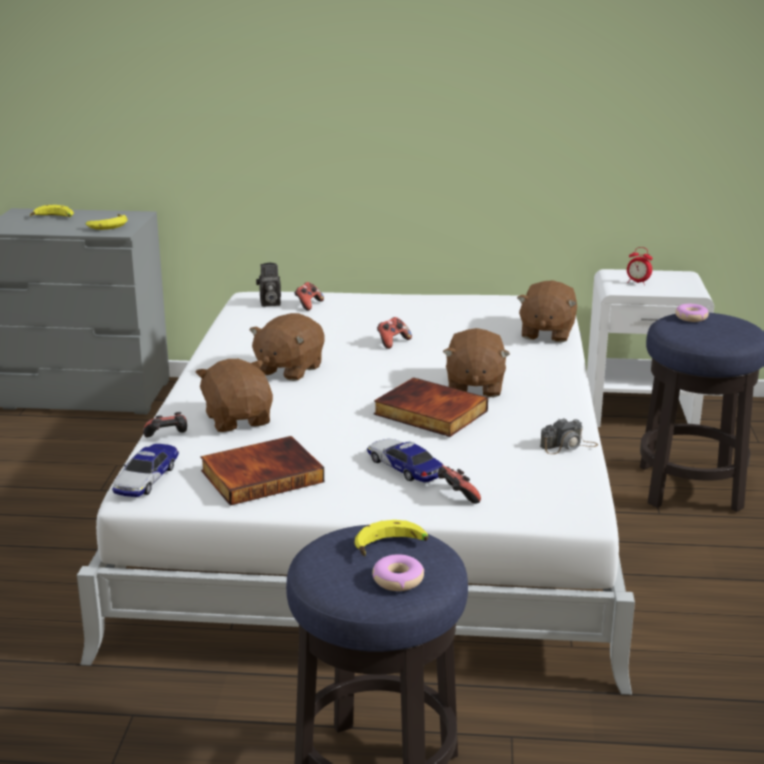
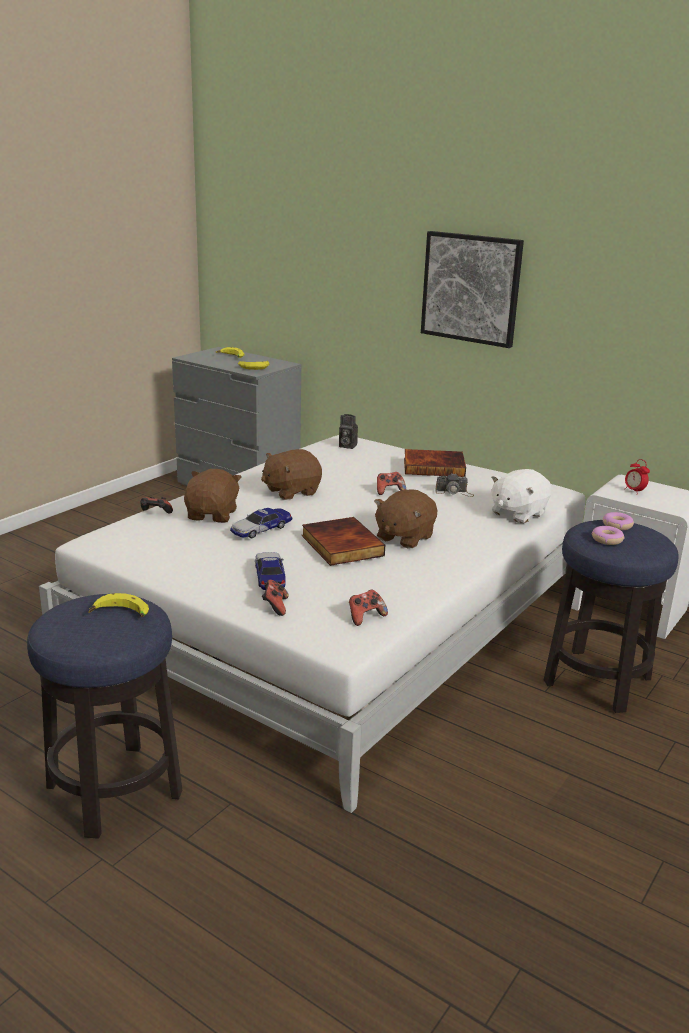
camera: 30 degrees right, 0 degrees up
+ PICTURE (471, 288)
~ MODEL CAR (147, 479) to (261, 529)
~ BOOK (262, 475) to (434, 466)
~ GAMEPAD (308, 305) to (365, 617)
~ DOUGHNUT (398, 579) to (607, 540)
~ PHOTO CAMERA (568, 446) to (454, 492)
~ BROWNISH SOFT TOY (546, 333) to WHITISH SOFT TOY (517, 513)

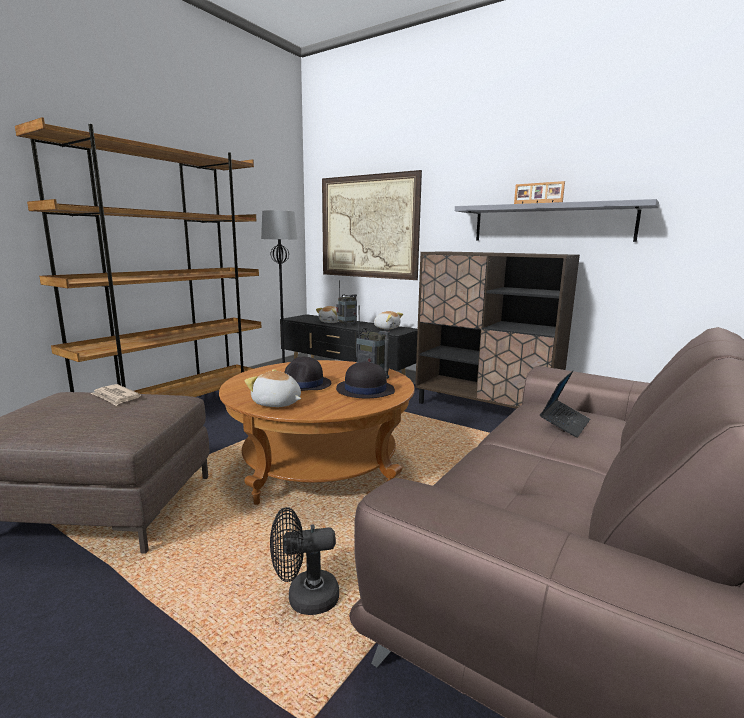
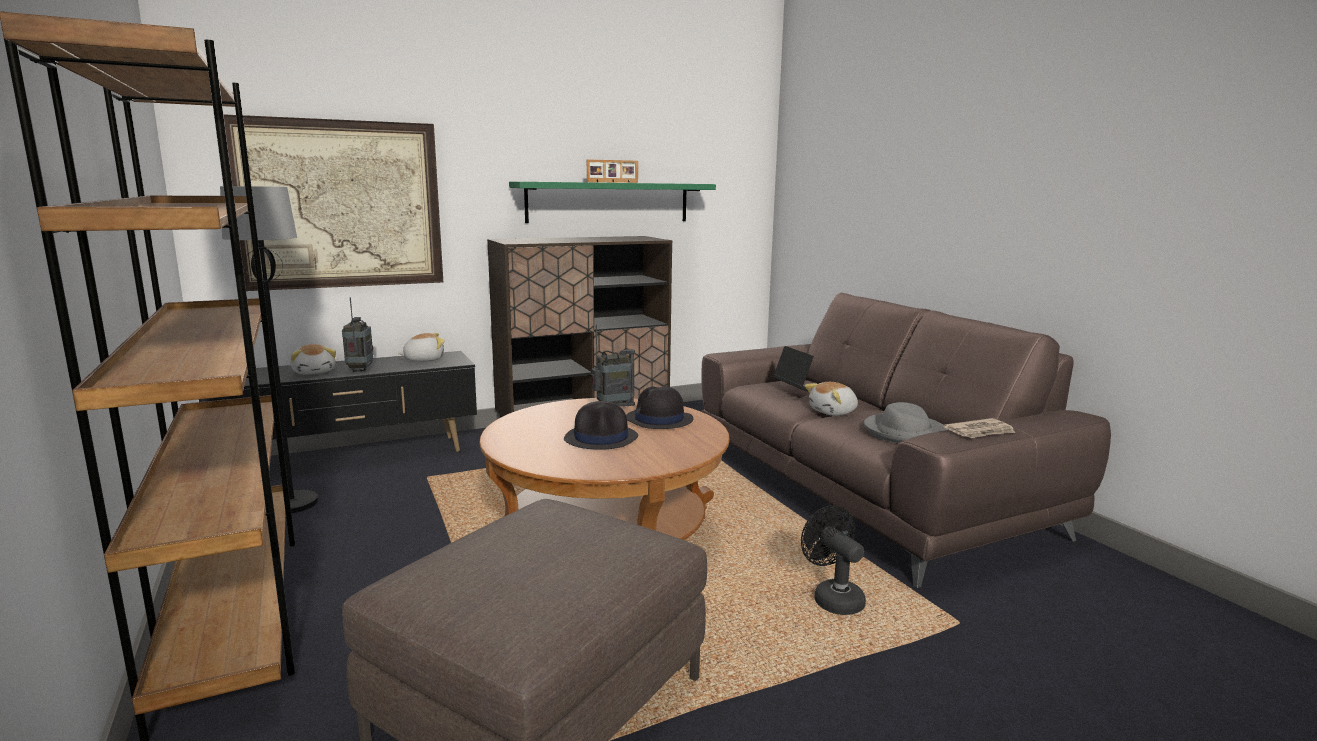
camera: 60 degrees left, 0 degrees up
+ GREYISH CLOTHING HAT (904, 432)
~ PRINTED PAPER (116, 397) to (980, 432)
~ SOFT TOY (276, 403) to (833, 412)
~ GREYISH WALL SHELF (551, 223) to GREEN WALL SHELF (609, 202)
~ BLACK-COLOURED COOLING FAN (304, 598) = (833, 598) 135 degrees clockwise

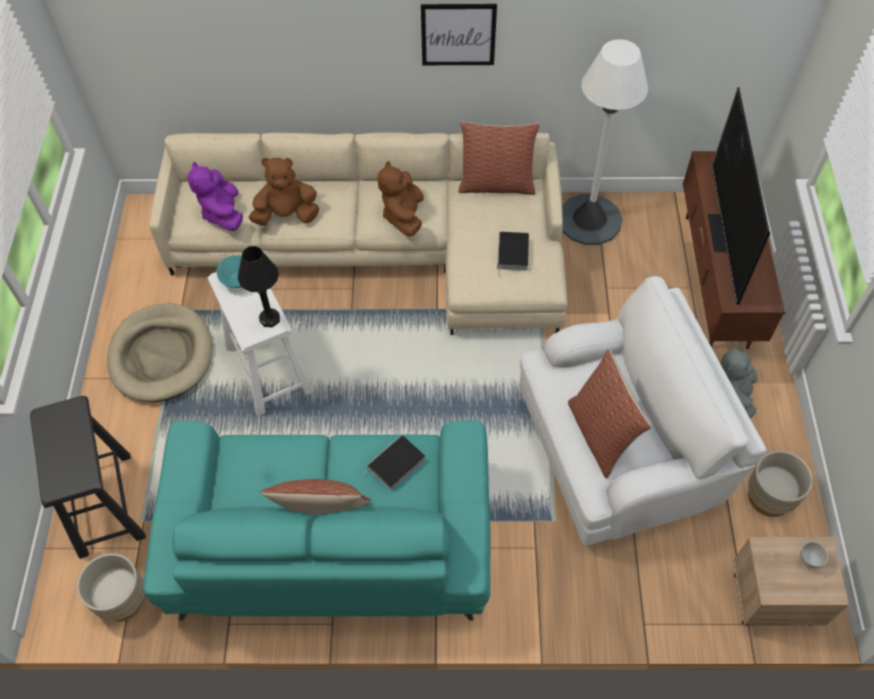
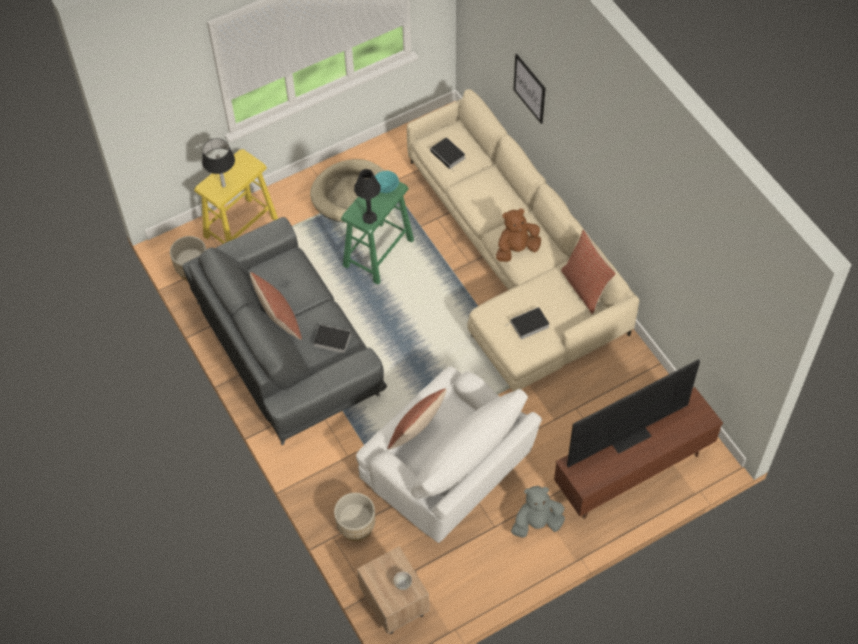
camera: 60 degrees right, 0 degrees up
- BROWNISH SOFT TOY (287, 215)
- WHITISH STANDARD LAMP (589, 220)
+ BLACK-COLOURED TABLETOP LAMP (224, 185)
~ PICTURE (458, 34) to (529, 88)
~ SAND-COLOURED PLANT POT (769, 497) to (356, 527)
~ PURPLISH SOFT TOY (223, 213) to BOOK (448, 155)
~ BLACK-COLOURED STOOL SEAT (105, 503) to YELLOW-COLOURED STOOL SEAT (241, 227)
~ TURQUOISE SETTEE (330, 540) to GREYISH SETTEE (287, 347)
~ WHITISH STOOL SEAT (269, 370) to GREEN STOOL SEAT (378, 253)

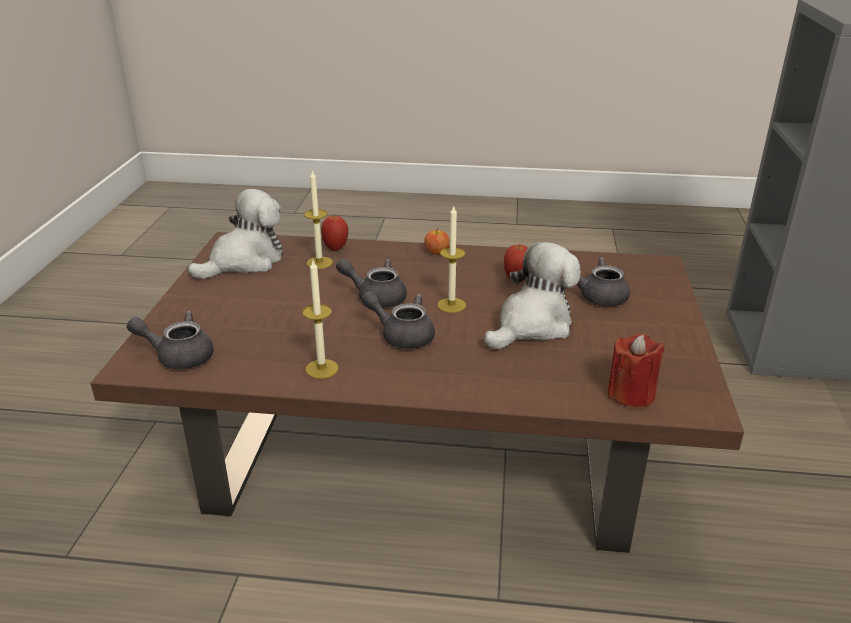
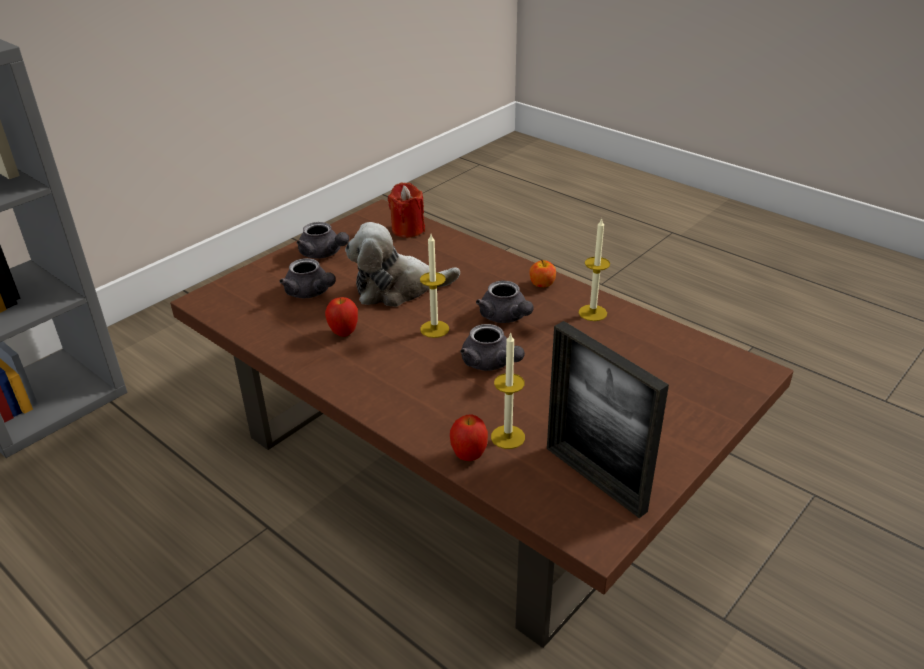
camera: 145 degrees left, 5 degrees up
~ GREYISH TEAPOT (178, 356) to (323, 254)
~ APPLE (436, 252) to (542, 284)
~ SOFT TOY (245, 261) to PHOTO FRAME (595, 479)

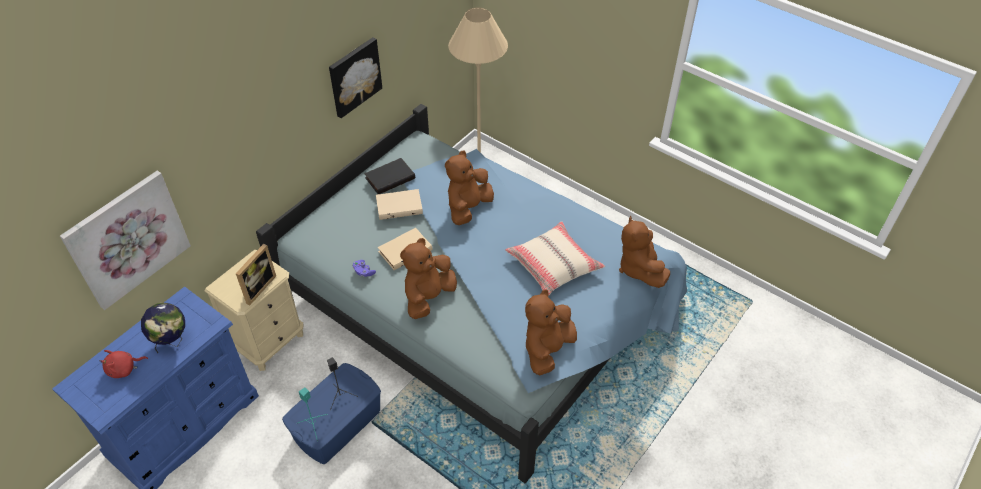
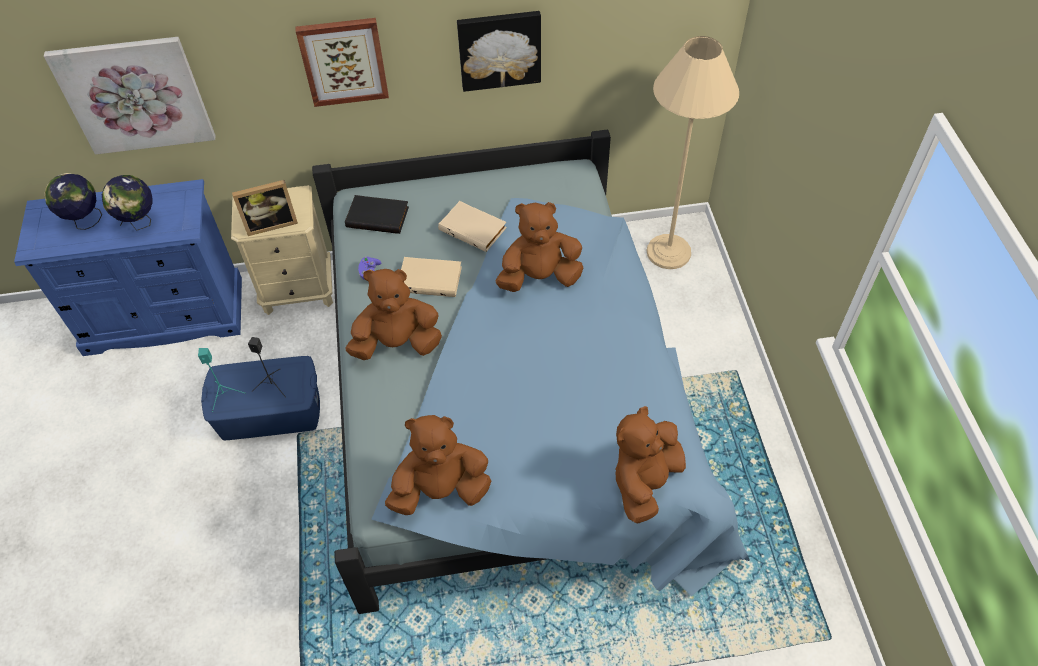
camera: 45 degrees right, 5 degrees up
- SAND-COLOURED PILLOW (554, 265)
+ PICTURE (343, 61)
~ BLACK-COLOURED BOOK (390, 177) to (378, 216)
~ REDDISH SOFT TOY (124, 369) to GLOBE (85, 221)

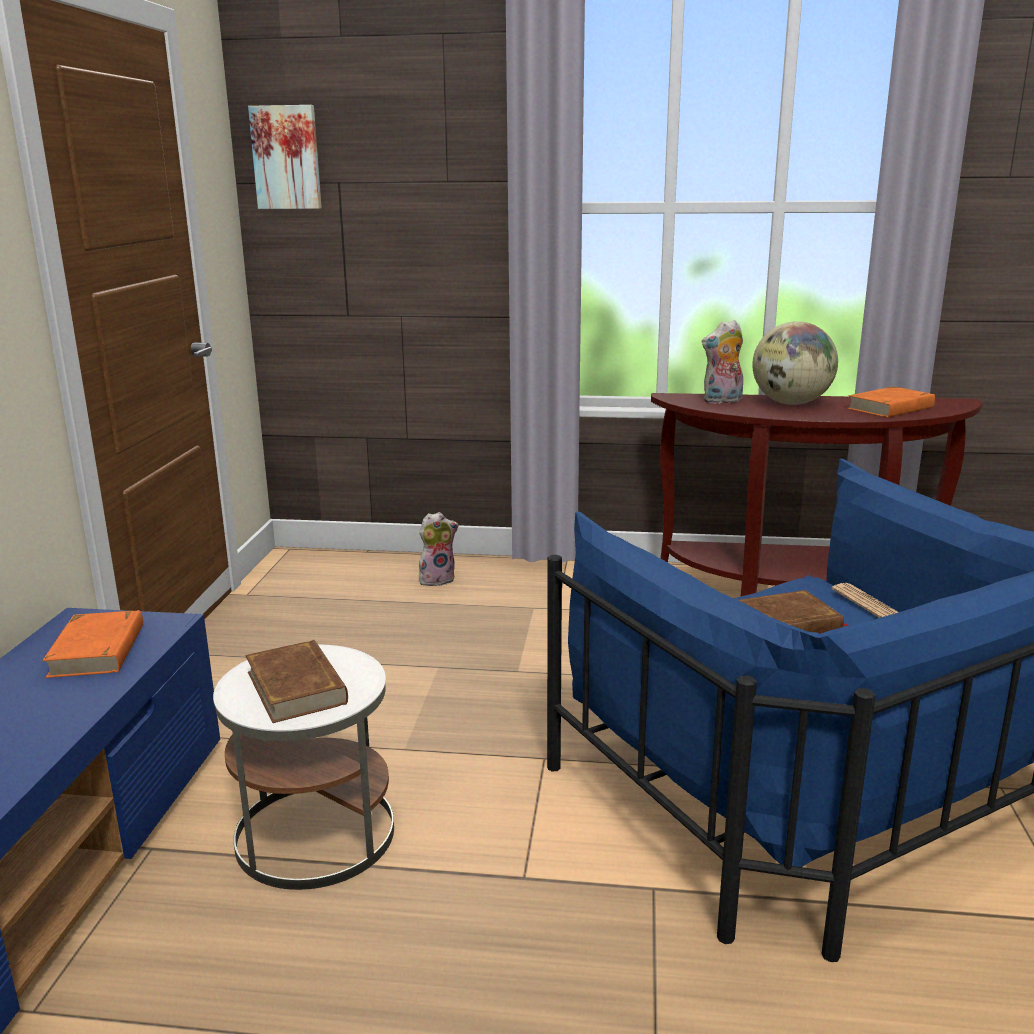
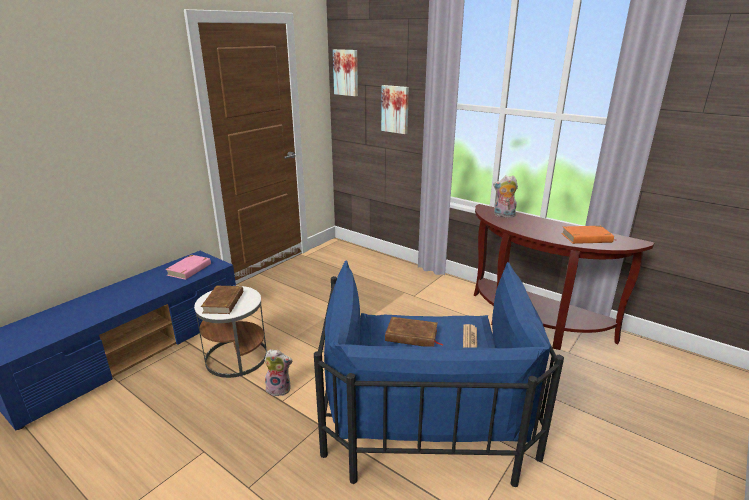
camera: 30 degrees right, 5 degrees up
- GLOBE (790, 403)
+ PICTURE (395, 109)
~ SOFT TOY (437, 579) to (279, 388)
~ ORANGE-COLOURED BOOK (98, 650) to PINK-COLOURED BOOK (189, 269)

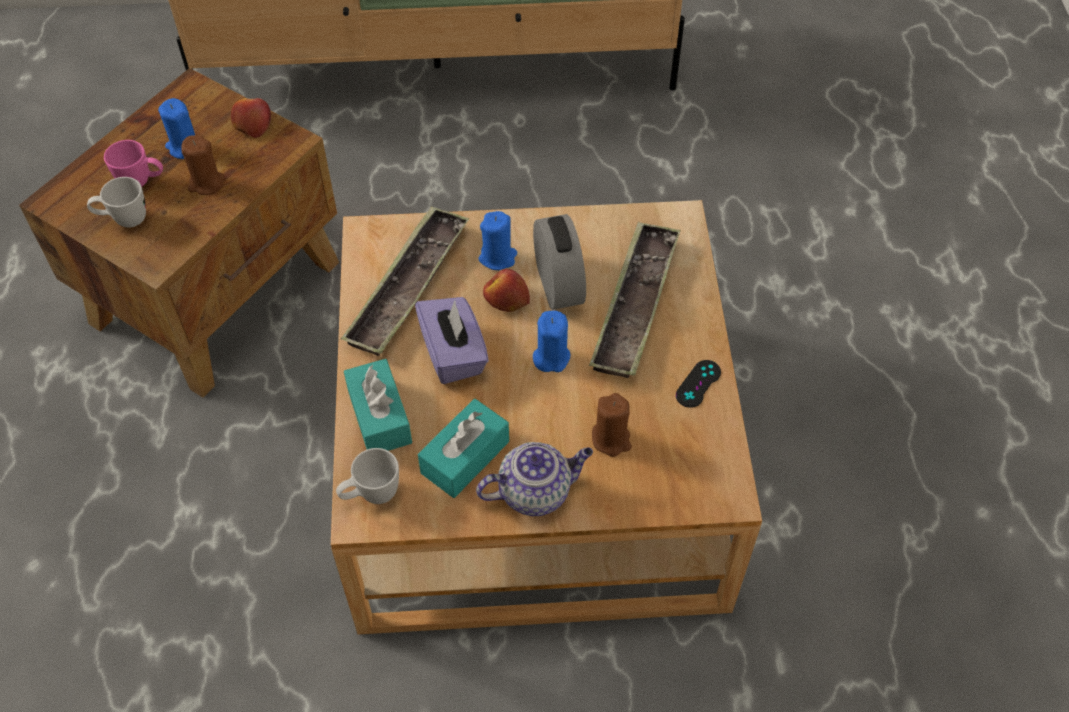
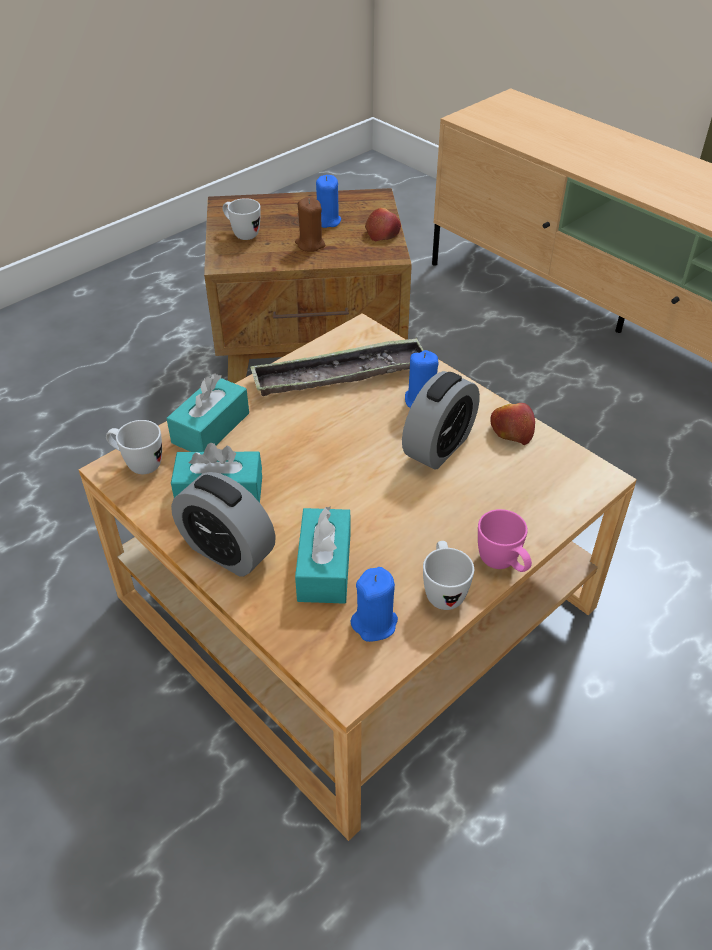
camera: 50 degrees right, 10 degrees down
- PURPLISH TISSUE HOLDER (453, 354)
- TRAY (635, 305)
~ PINK-COLOURED TEA MUG (142, 182) to (503, 565)
~ APPLE (506, 299) to (511, 431)
~ BLUE-COLOURED WAX LIGHT (551, 357) to (374, 623)
~ TEAPOT (536, 491) to TABLE CLOCK (227, 551)
~ BROWNISH WAX LIGHT (611, 439) to TURQUOISE TISSUE HOLDER (324, 567)
~ BLACK-COLOURED GAMEPAD (698, 384) to WHITISH TEA MUG (443, 591)

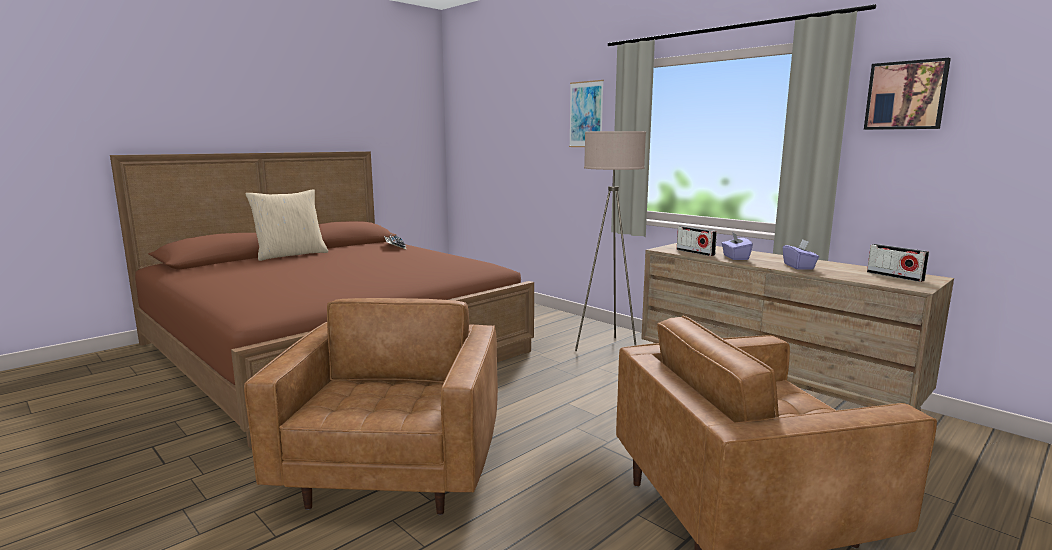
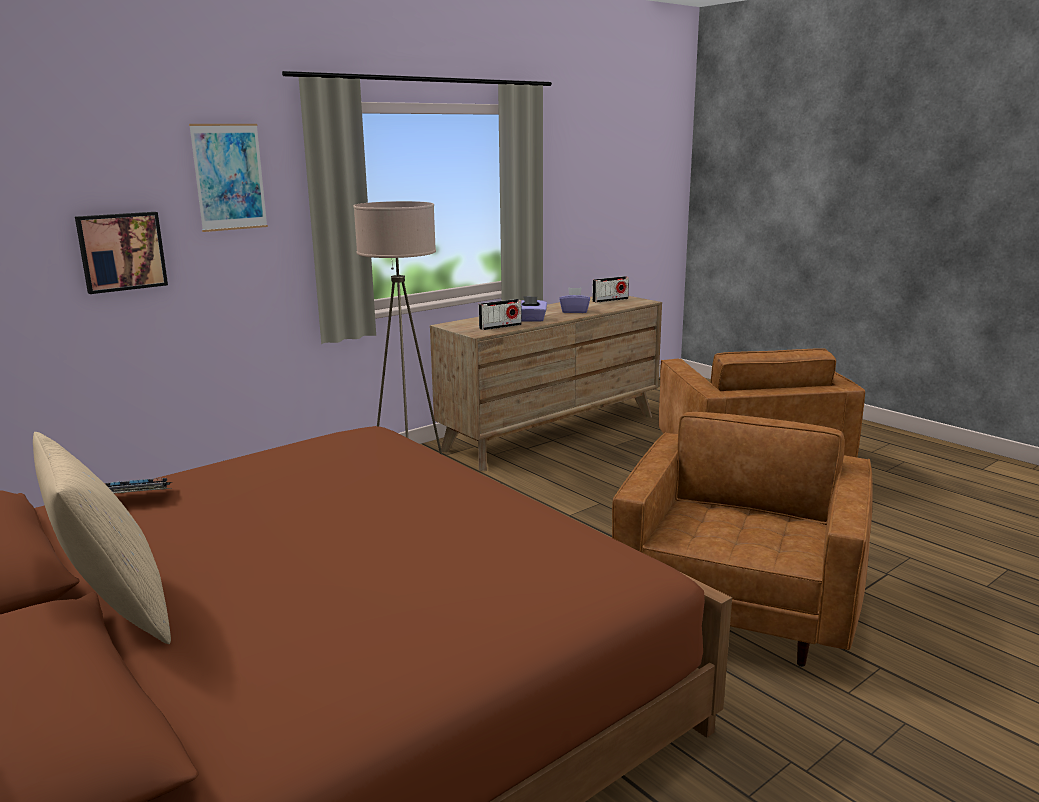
camera: 85 degrees left, 5 degrees up
~ PICTURE (906, 95) to (121, 251)
~ BROWNISH EASY CHAIR (394, 471) = (739, 609) 105 degrees clockwise

